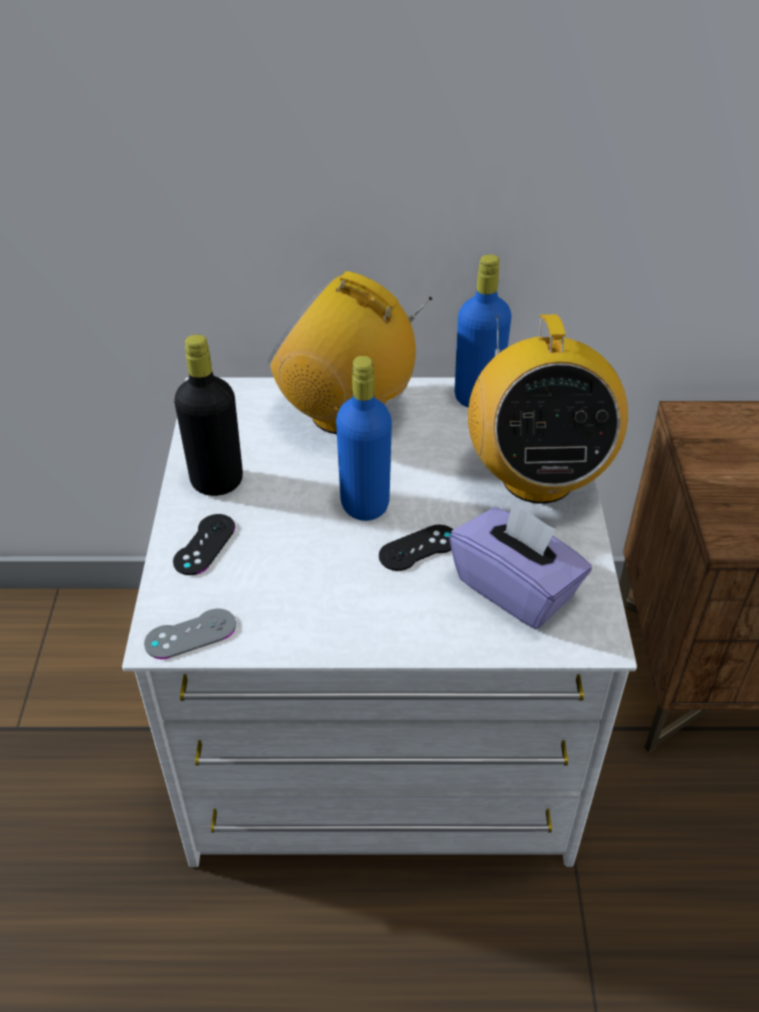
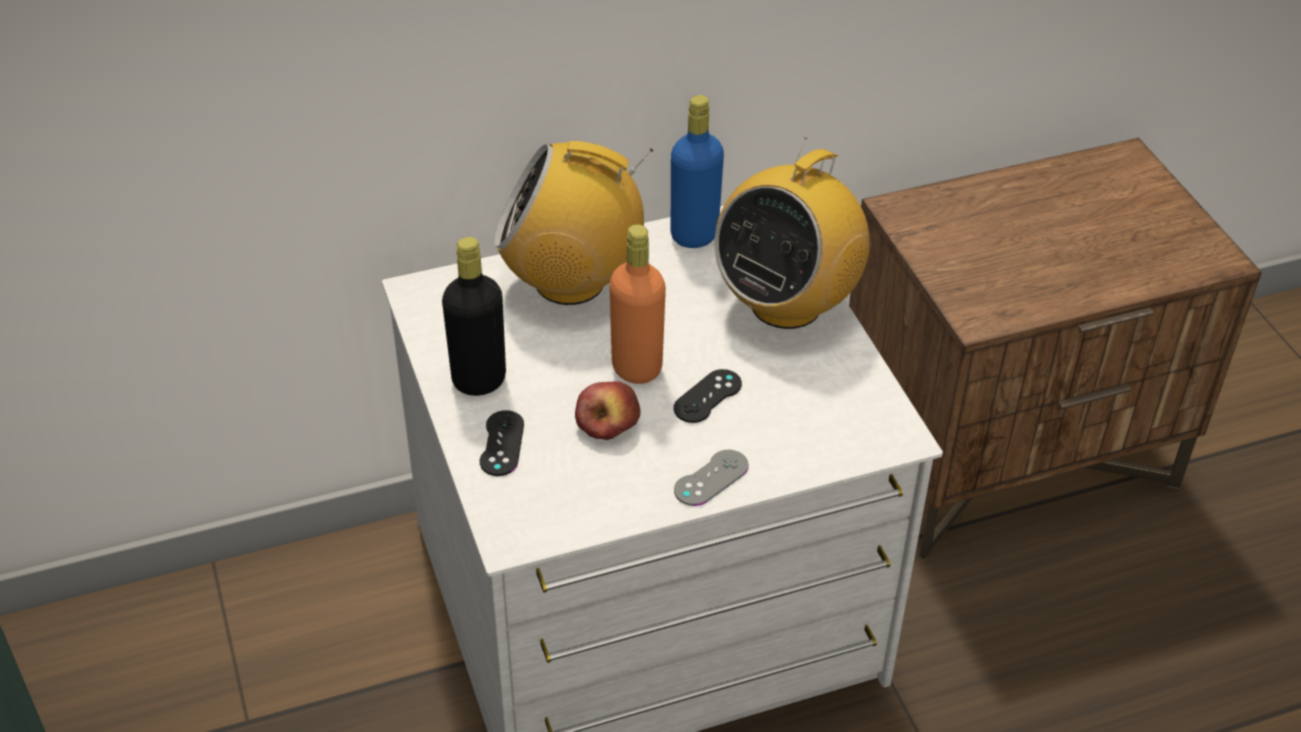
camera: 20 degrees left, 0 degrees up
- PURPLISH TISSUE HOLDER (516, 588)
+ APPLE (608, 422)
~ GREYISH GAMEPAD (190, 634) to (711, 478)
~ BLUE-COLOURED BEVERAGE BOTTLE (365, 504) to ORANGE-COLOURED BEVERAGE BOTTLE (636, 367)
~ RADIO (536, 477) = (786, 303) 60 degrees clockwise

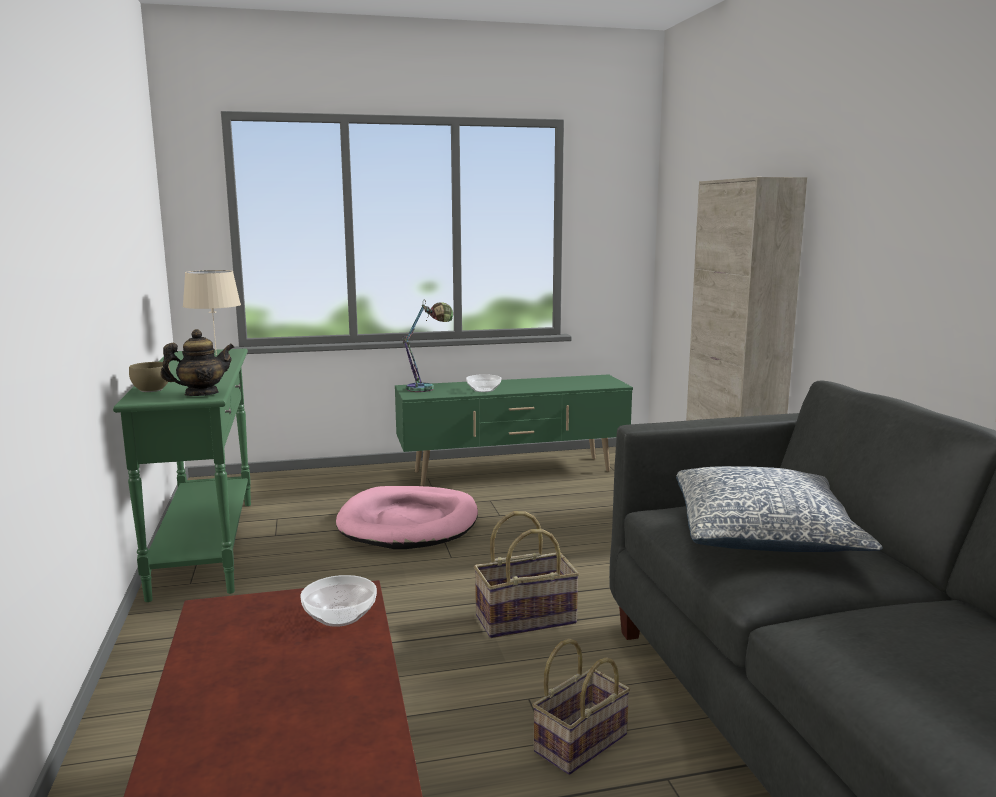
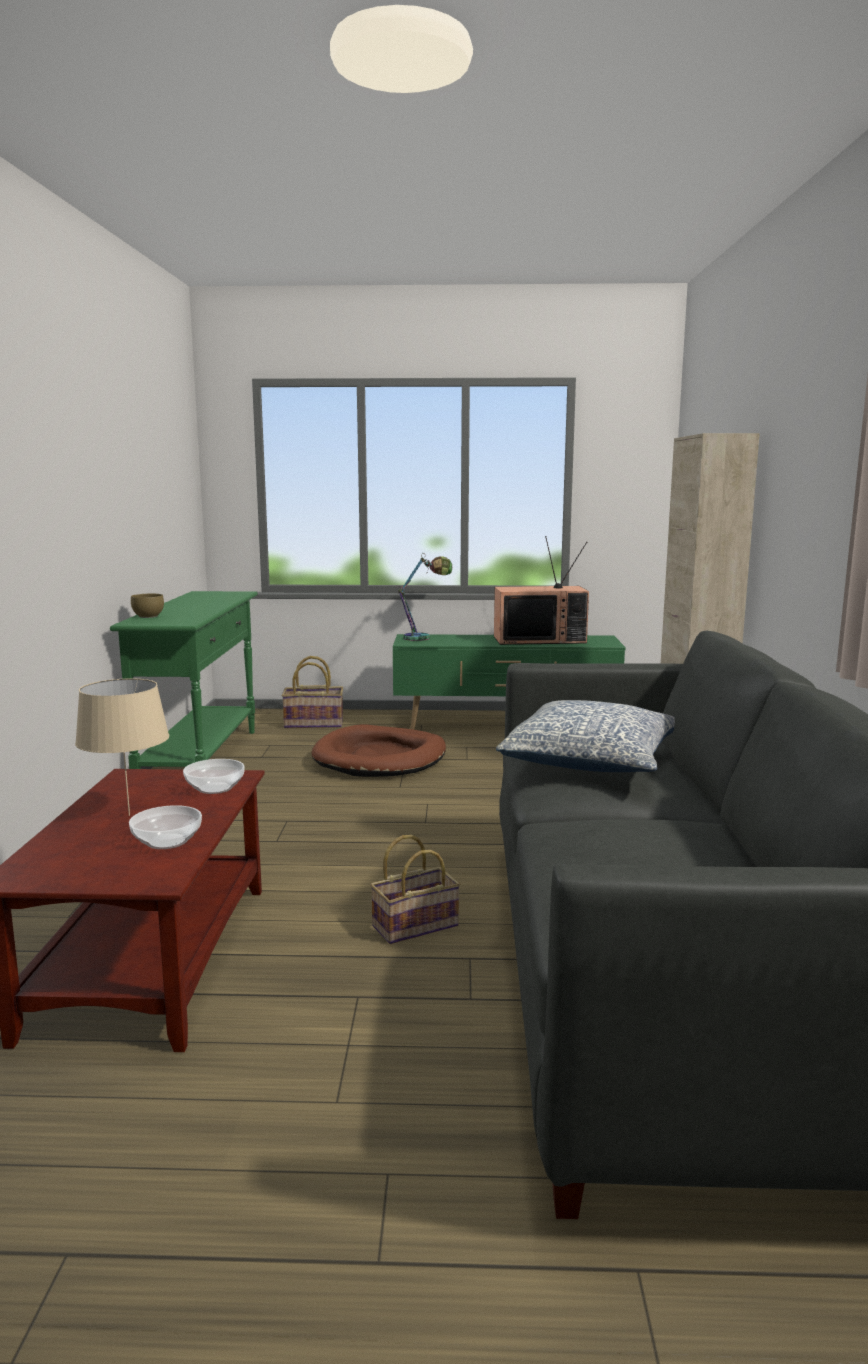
camera: 15 degrees right, 0 degrees up
- TEAPOT (201, 394)
+ TELEVISION (540, 639)
~ SAND-COLOURED TABLETOP LAMP (215, 355) to (128, 815)
~ BOWL (483, 390) to (166, 841)
~ STORAGE BASKET (525, 618) to (314, 723)
~ PINK-COLOURED PET BED (409, 523) to BROWNISH PET BED (380, 758)

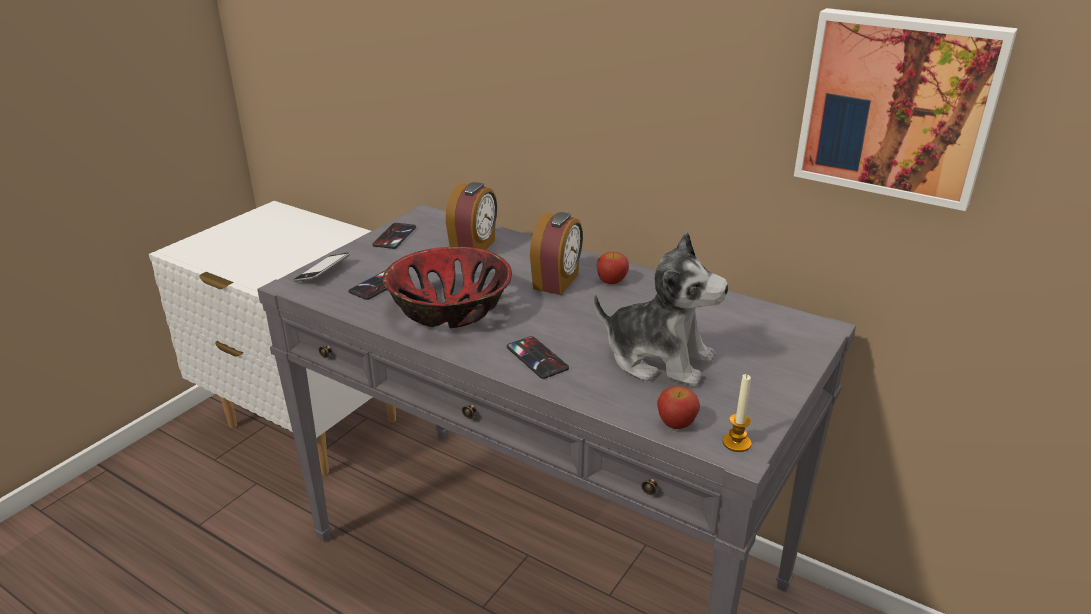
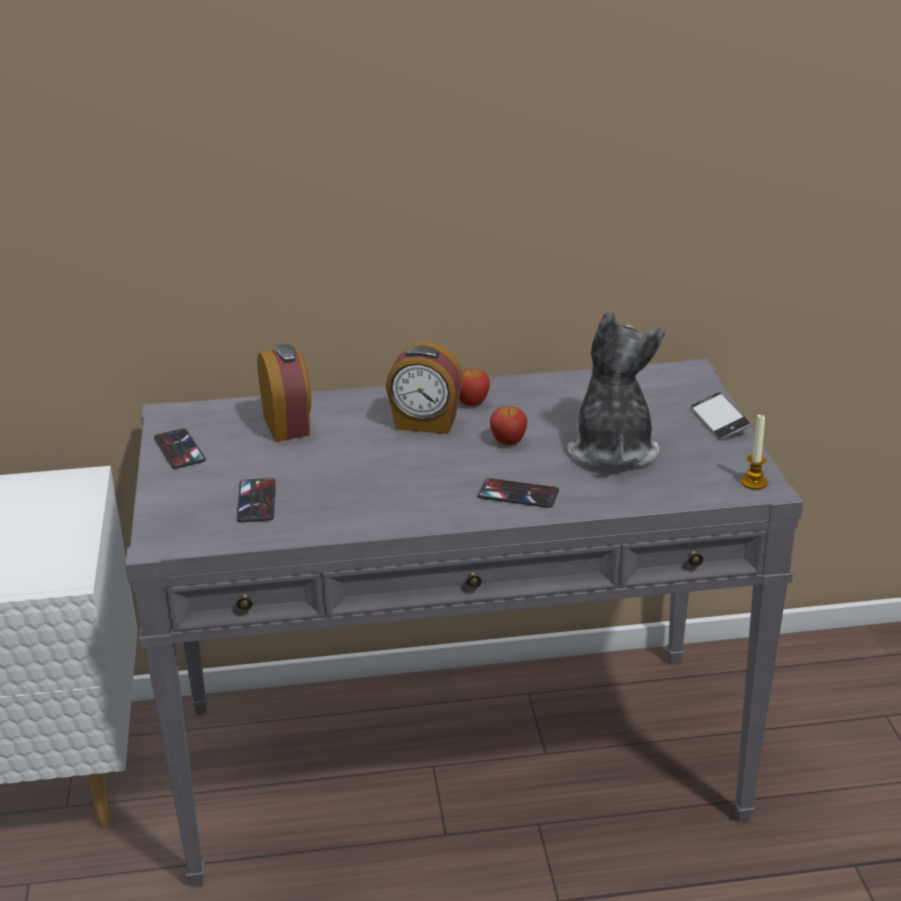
camera: 40 degrees left, 0 degrees up
- BOWL (448, 308)
- PICTURE (897, 106)
~ PHONE (323, 272) to (719, 422)
~ APPLE (676, 423) to (508, 441)
~ TABLE CLOCK (557, 282) = (425, 424) 120 degrees clockwise
~ SOFT TOY (658, 359) = (612, 449) 75 degrees counterclockwise

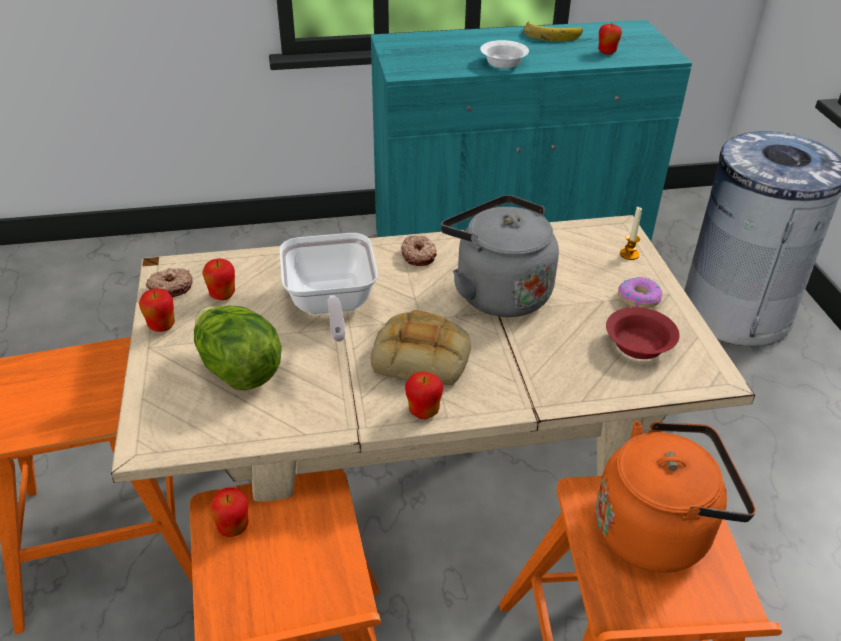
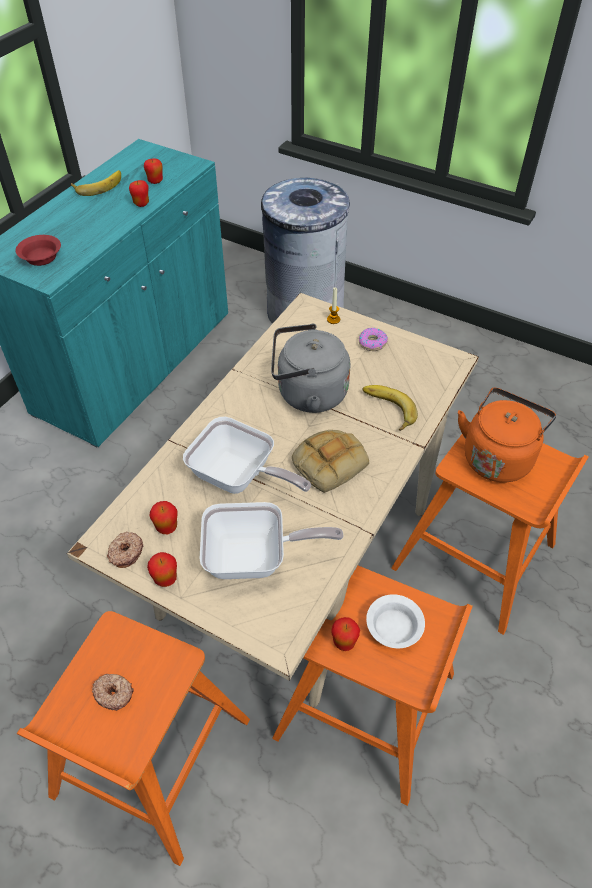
camera: 50 degrees left, 10 degrees up
+ BANANA (386, 410)
~ DOUGHNUT (419, 255) to (114, 693)
~ APPLE (423, 412) to (141, 204)
~ WHITISH BOWL (502, 63) to (393, 629)
~ REDDISH BOWL (638, 344) to (41, 257)
~ LETTUCE (238, 370) to FRYING PAN (255, 559)

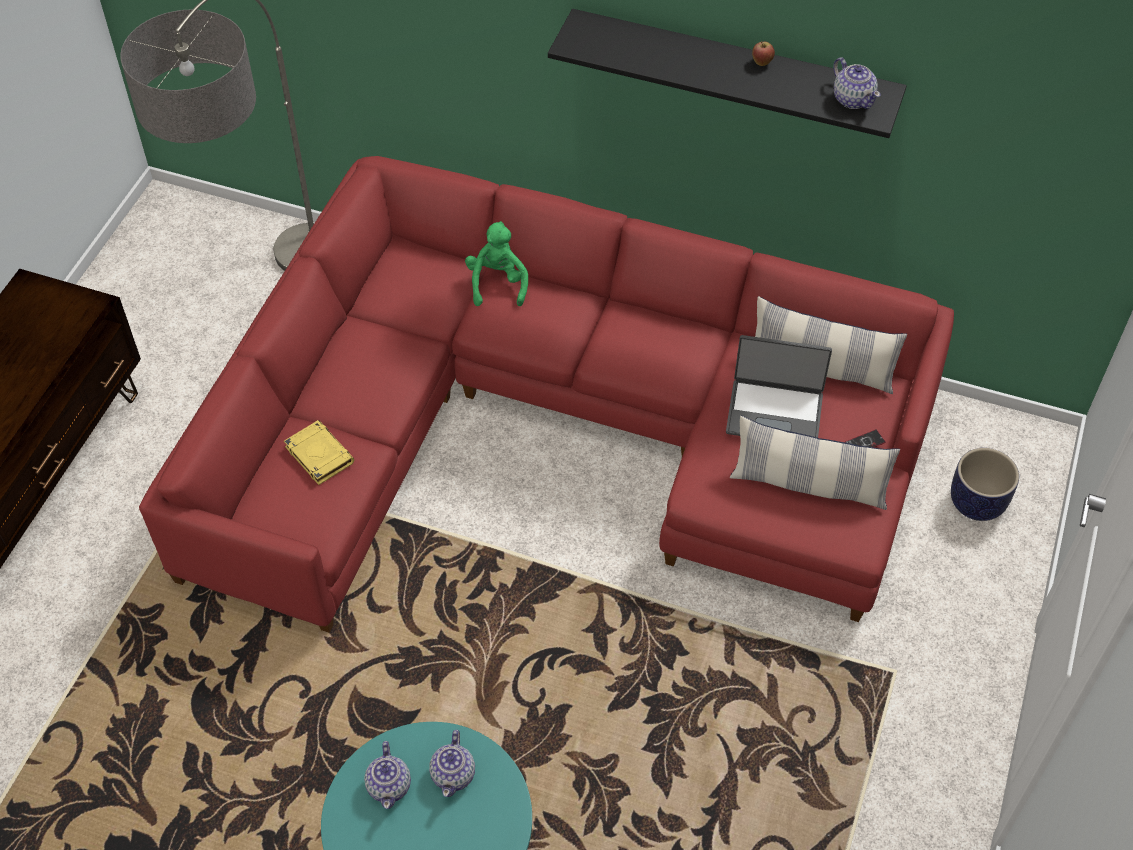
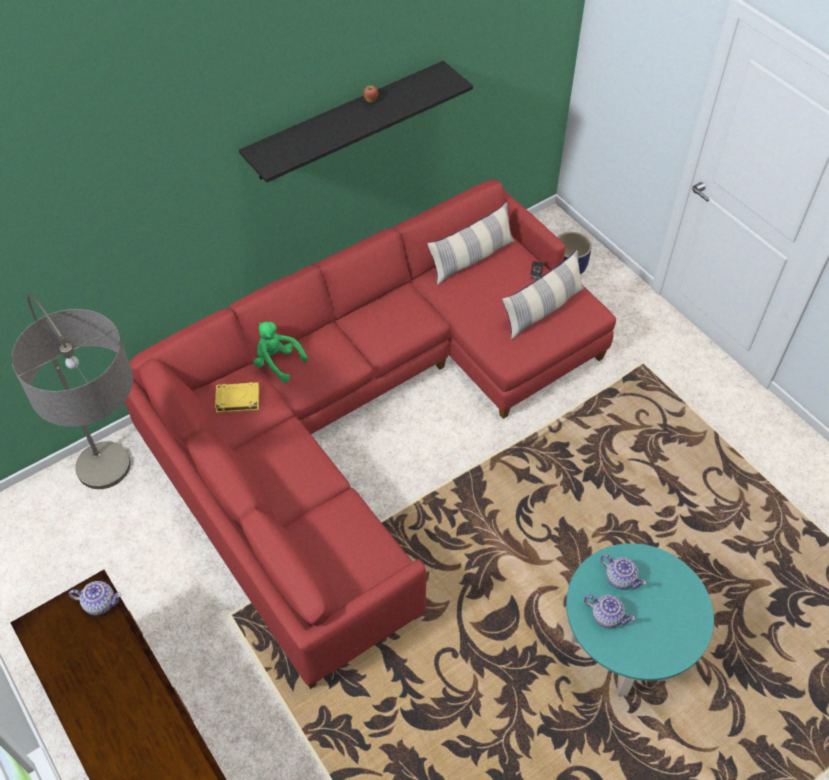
camera: 55 degrees left, 0 degrees up
- PORTABLE COMPUTER (774, 412)
~ YELLOW-COLOURED BOOK (318, 455) to (237, 399)
~ TEAPOT (853, 99) to (100, 603)

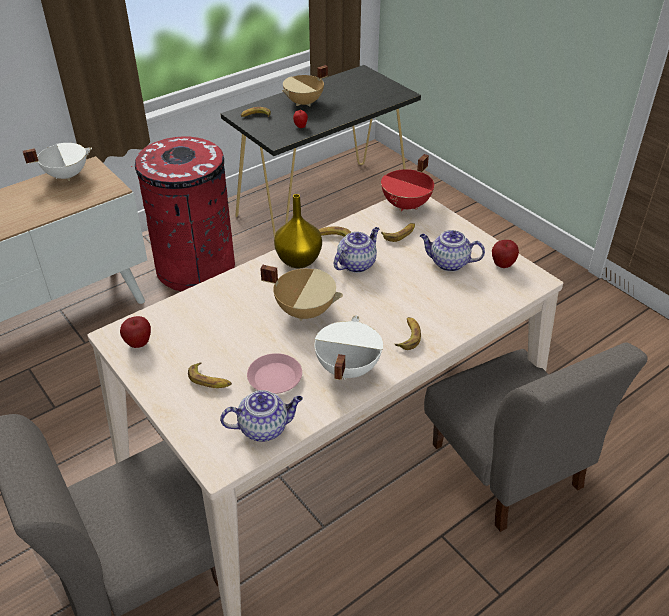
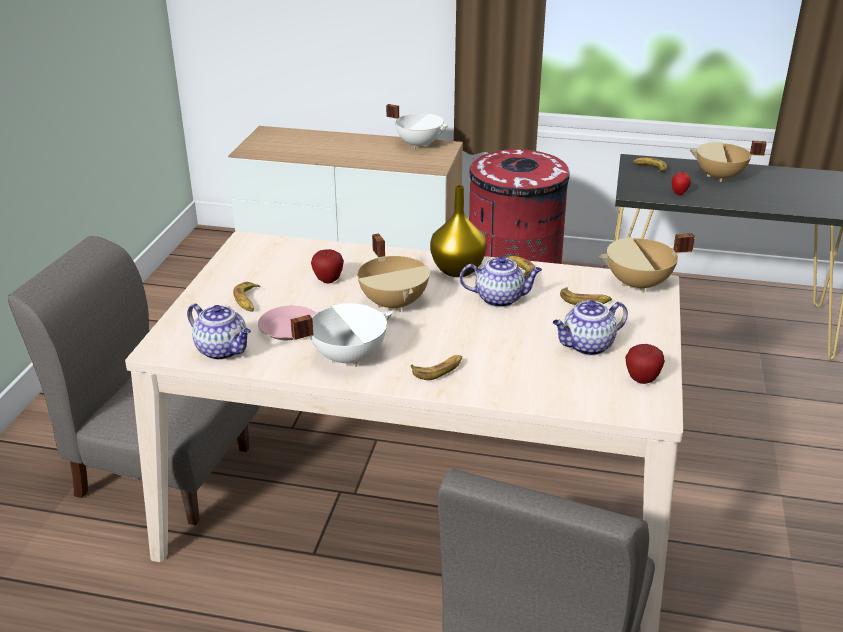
camera: 50 degrees right, 10 degrees down
~ APPLE (138, 343) to (328, 280)
~ REDDISH SAUCEPOT (407, 205) to SAND-COLOURED SAUCEPOT (639, 285)
~ TEAPOT (448, 263) = (587, 346) 90 degrees counterclockwise

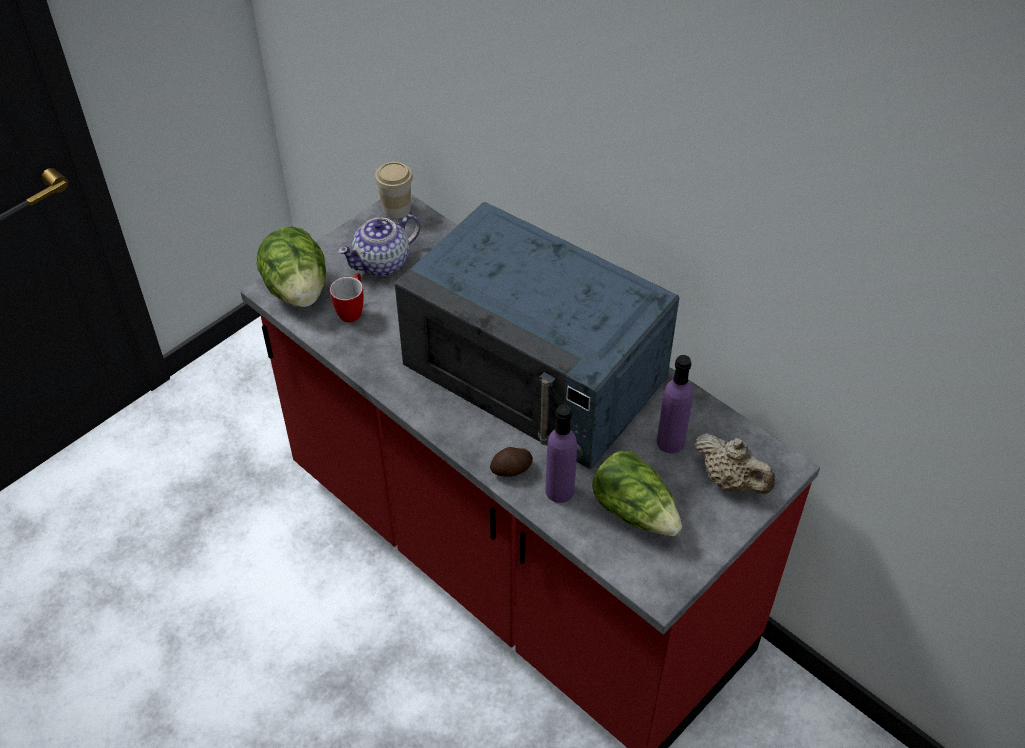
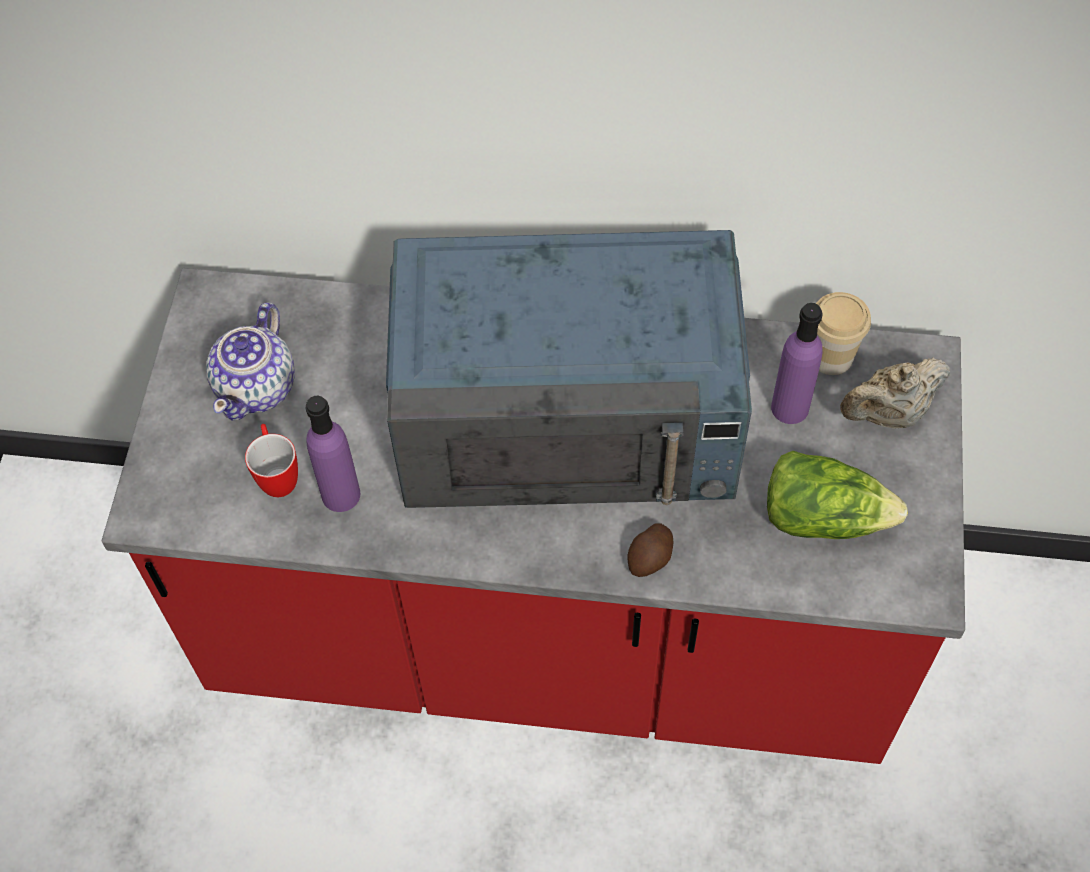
camera: 35 degrees left, 10 degrees up
- LETTUCE (297, 290)
~ SMALL CUP (396, 209) to (831, 357)
~ PURPLISH BEVERAGE BOTTLE (559, 490) to (341, 494)
~ SAND-COLOURED TEAPOT (730, 481) = (889, 413) 150 degrees clockwise

